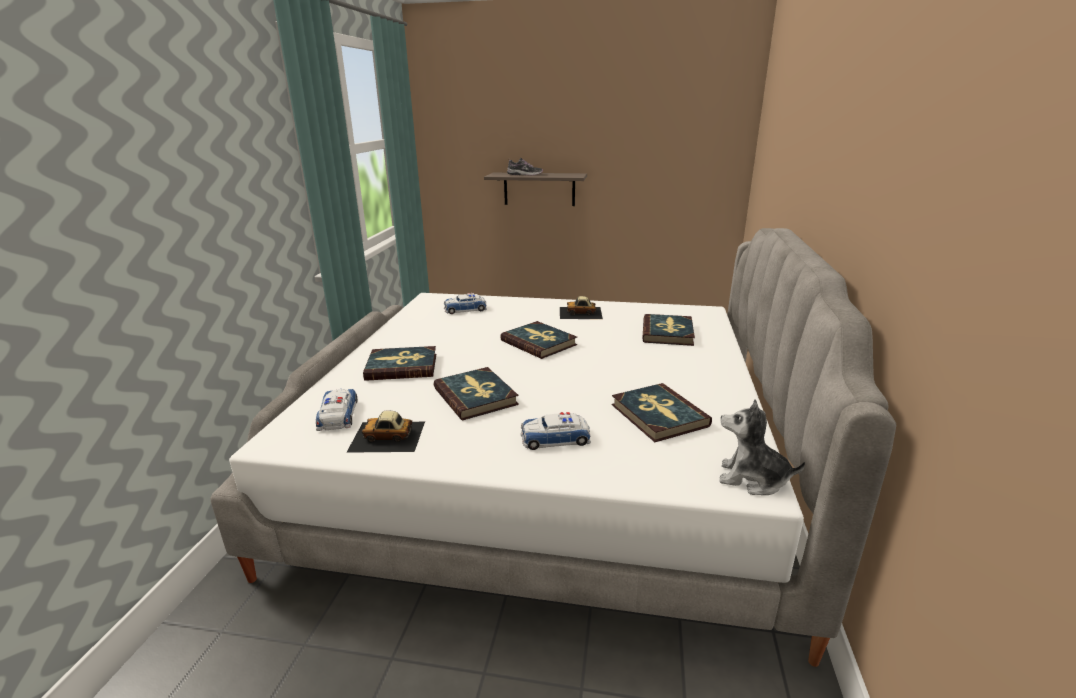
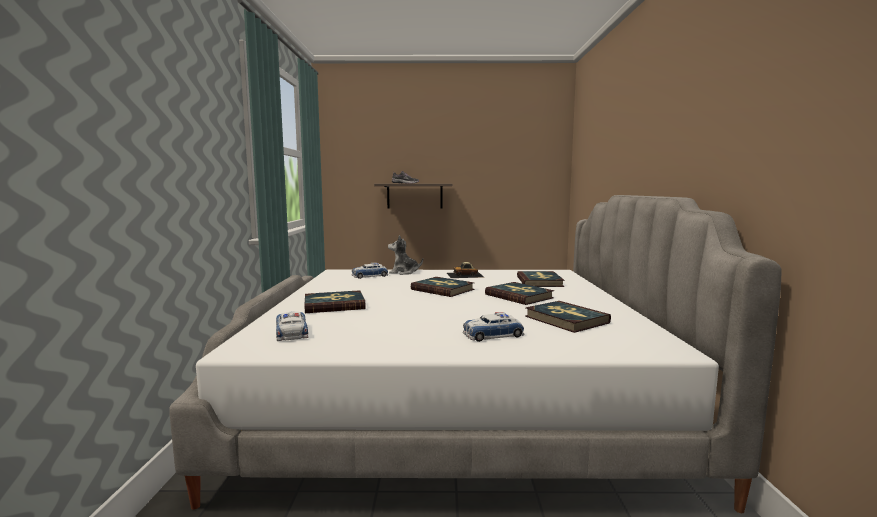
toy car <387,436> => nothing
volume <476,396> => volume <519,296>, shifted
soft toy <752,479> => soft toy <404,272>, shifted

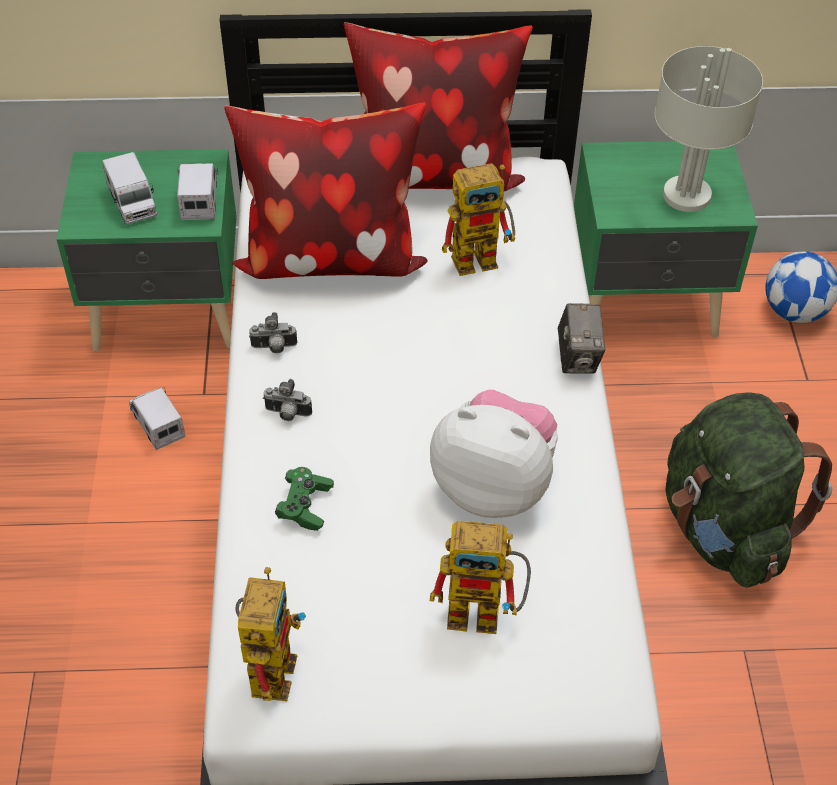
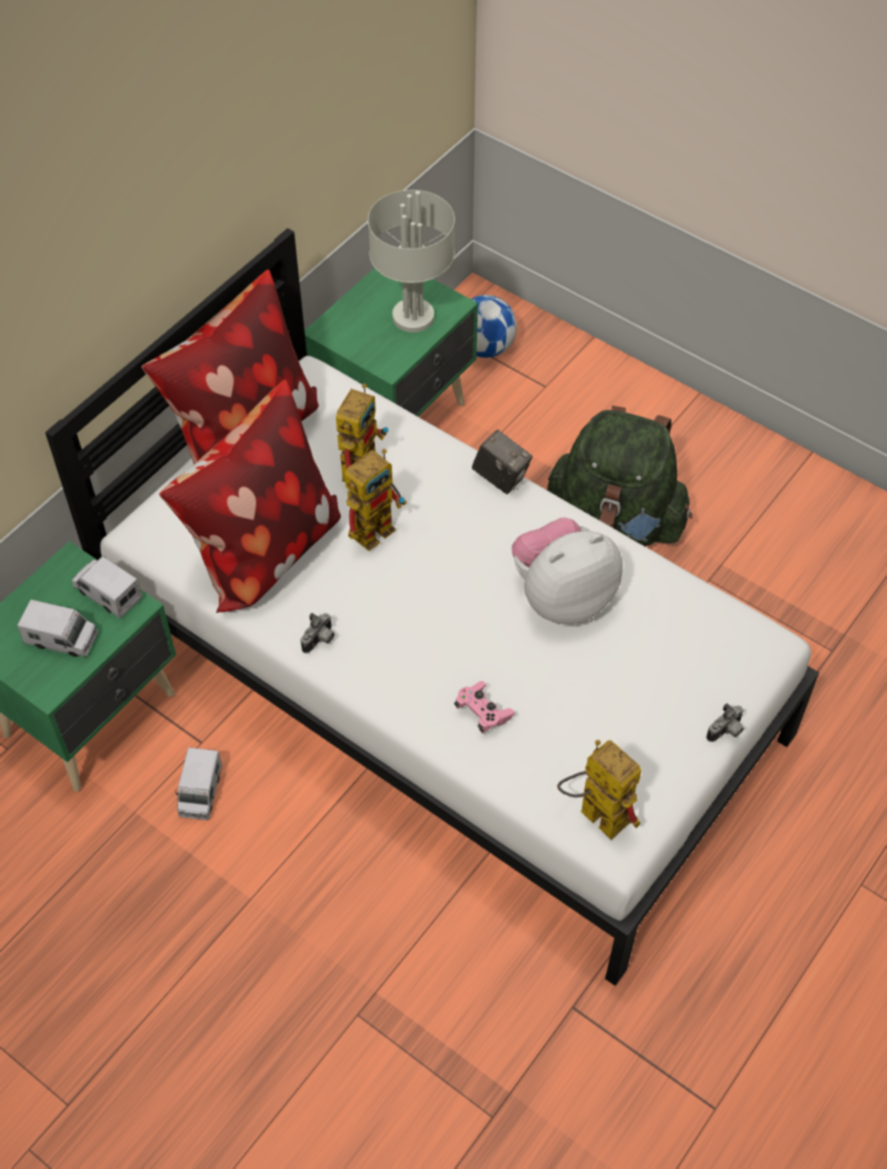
photo camera <287,414> => photo camera <726,732>, shifted
toy robot <486,612> => toy robot <377,525>, shifted
green joypad <305,505> => pink-coloured joypad <483,712>
toy lorry <158,424> => toy lorry <200,792>, 90 degrees counterclockwise

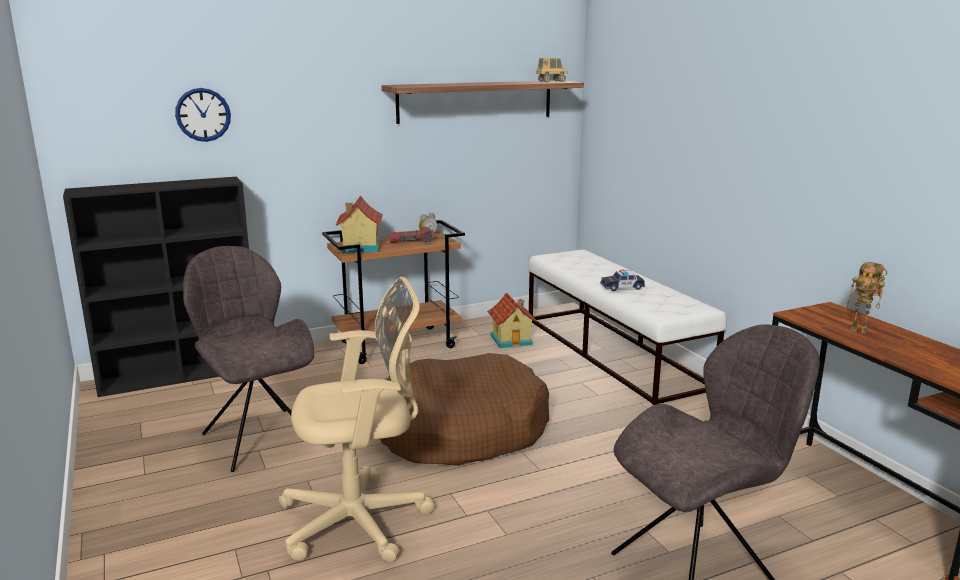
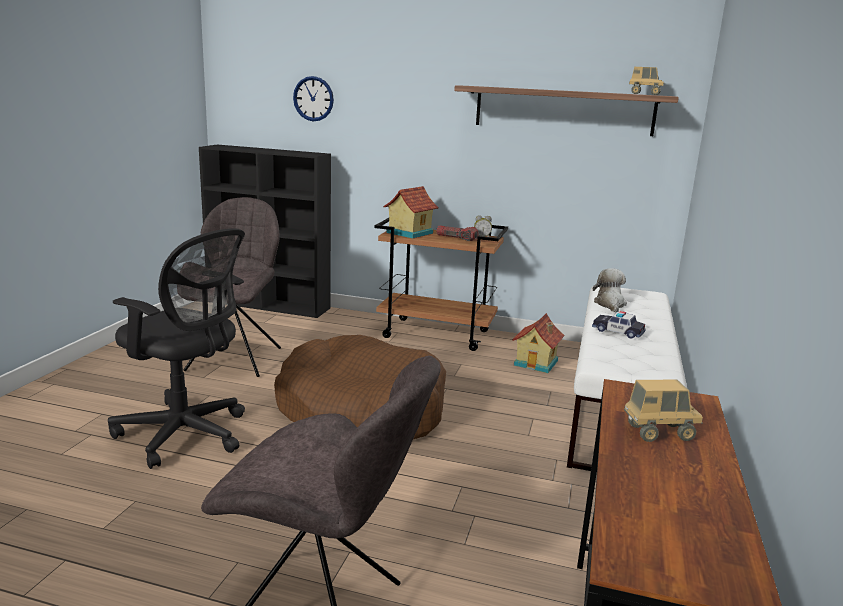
nothing => soft toy <610,304>
toy robot <860,331> => toy lorry <659,433>
beige computer chair <361,521> => black-coloured computer chair <186,435>

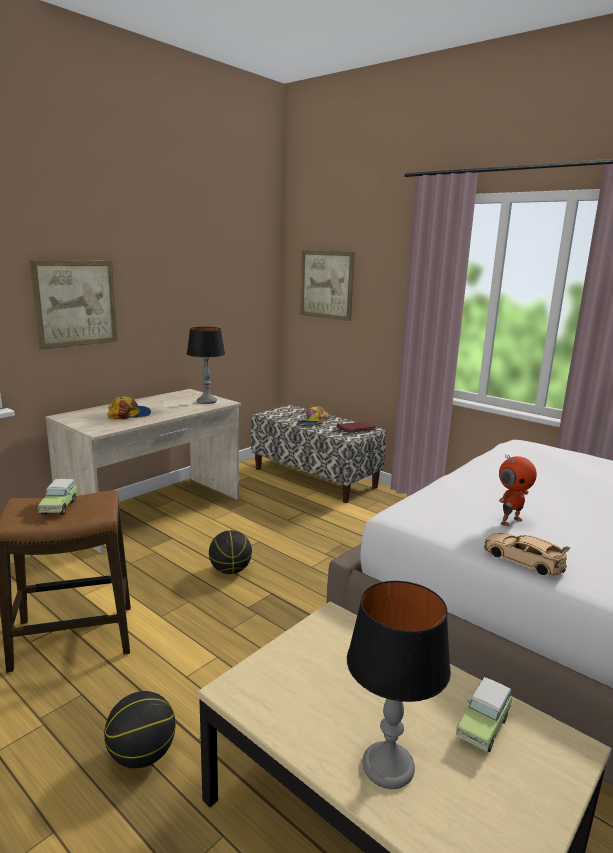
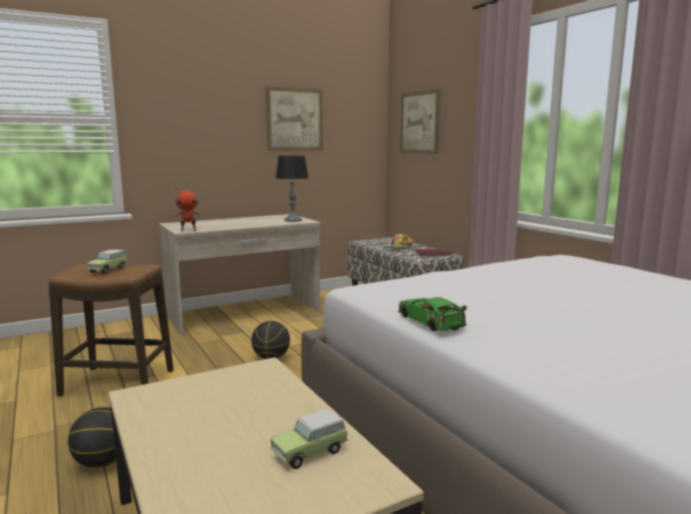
peaked cap <129,414> => nothing
tabletop lamp <388,766> => nothing
wall art <75,303> => wall art <295,119>, shifted
toy robot <510,521> => toy robot <188,230>, shifted
beige toy car <523,560> => green toy car <430,321>

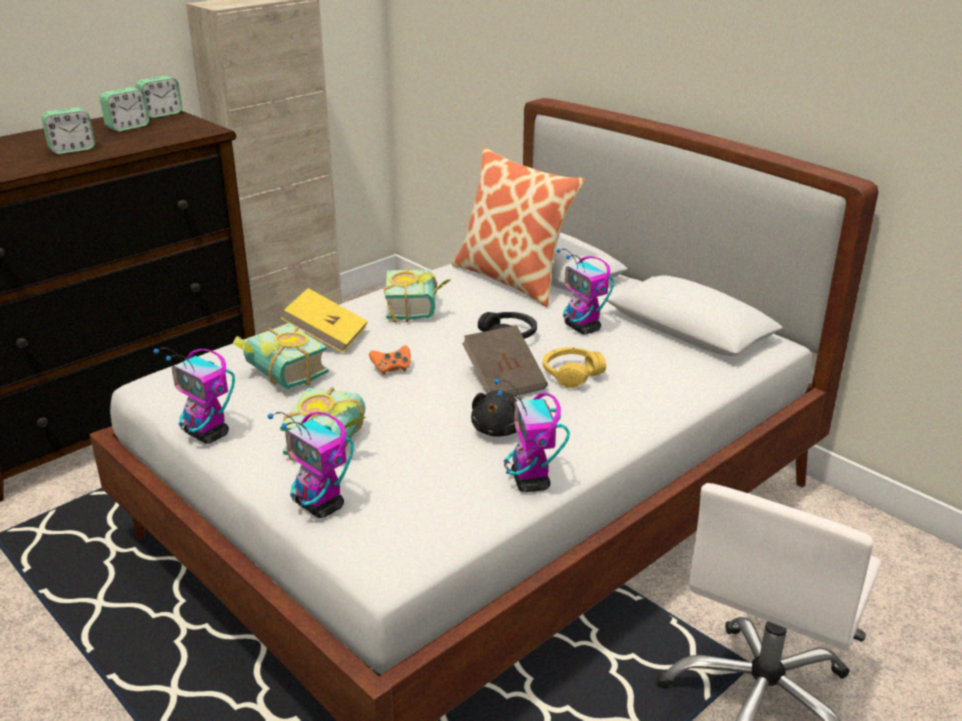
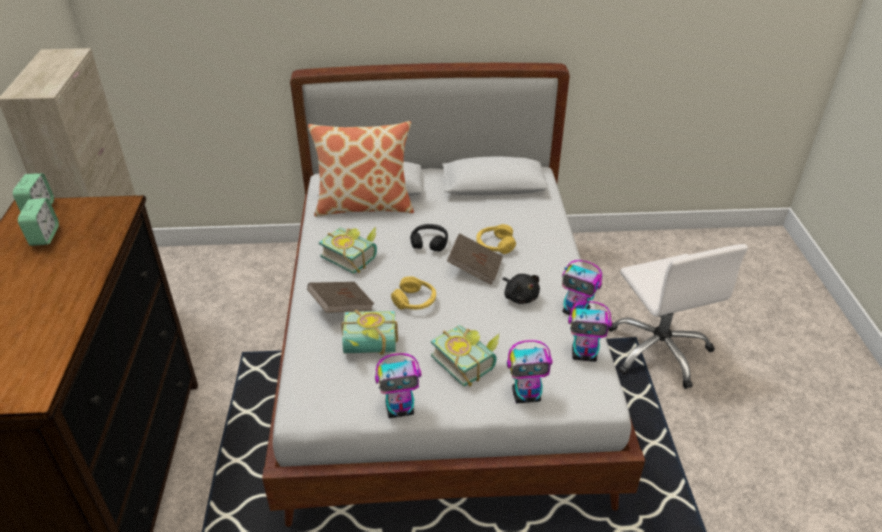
alarm clock <72,149> => nothing
toy robot <583,328> => toy robot <584,355>, shifted
orange-coloured joypad <391,368> => yellow headset <415,301>
yellow volume <326,336> => brownish volume <341,307>

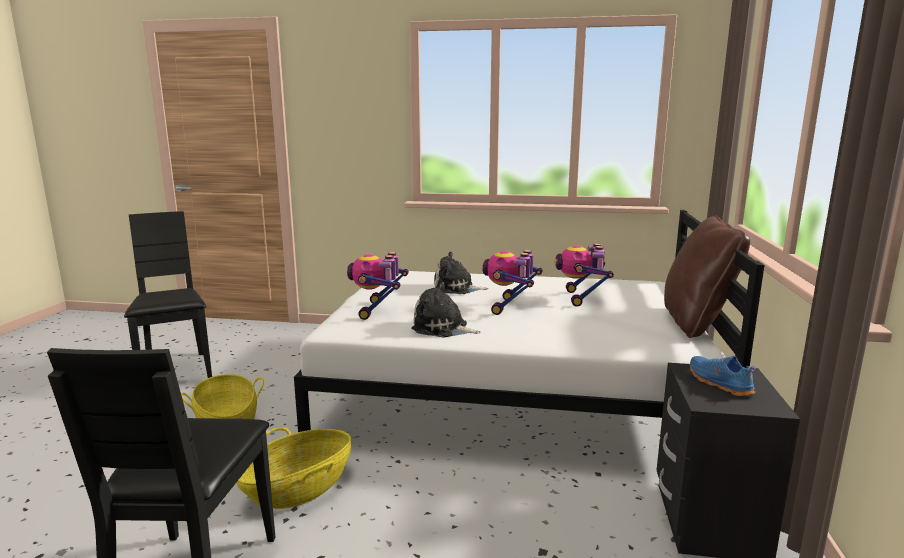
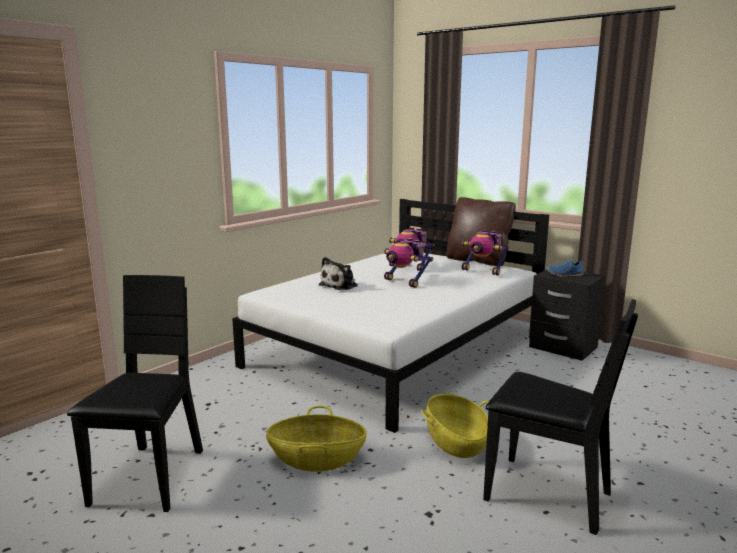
soft toy <442,328> => nothing
toy robot <378,310> => toy robot <483,271>, shifted
black-coloured upright chair <176,372> => black-coloured upright chair <150,478>, 90 degrees clockwise

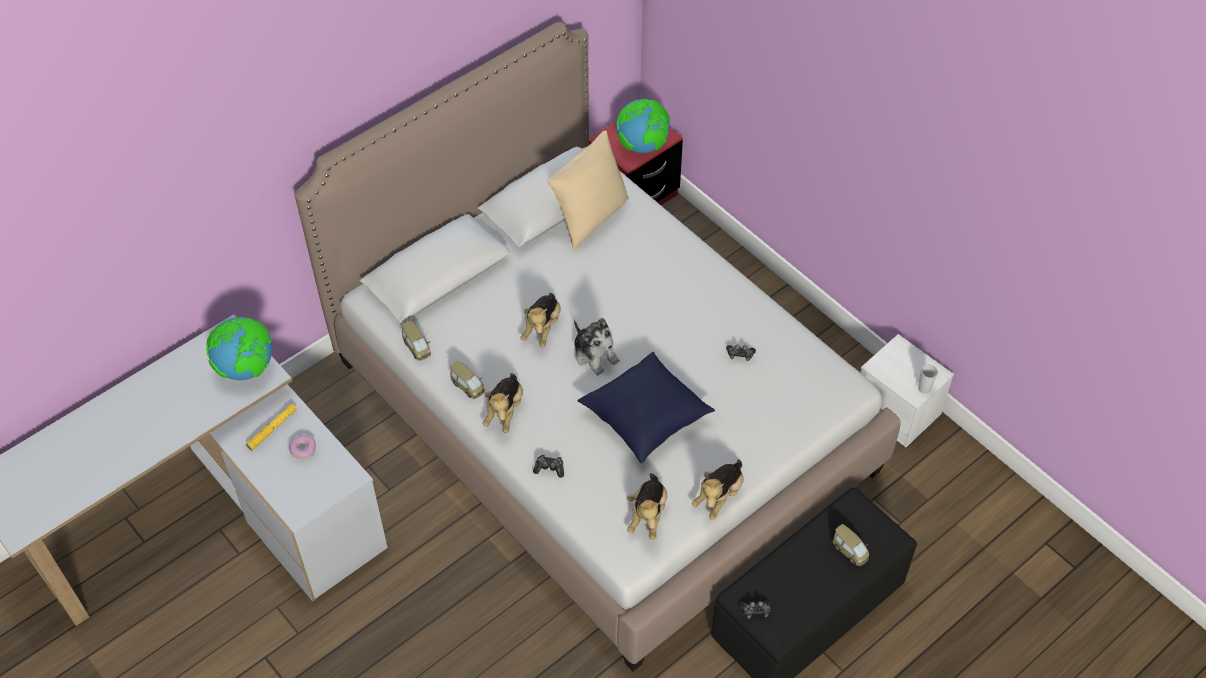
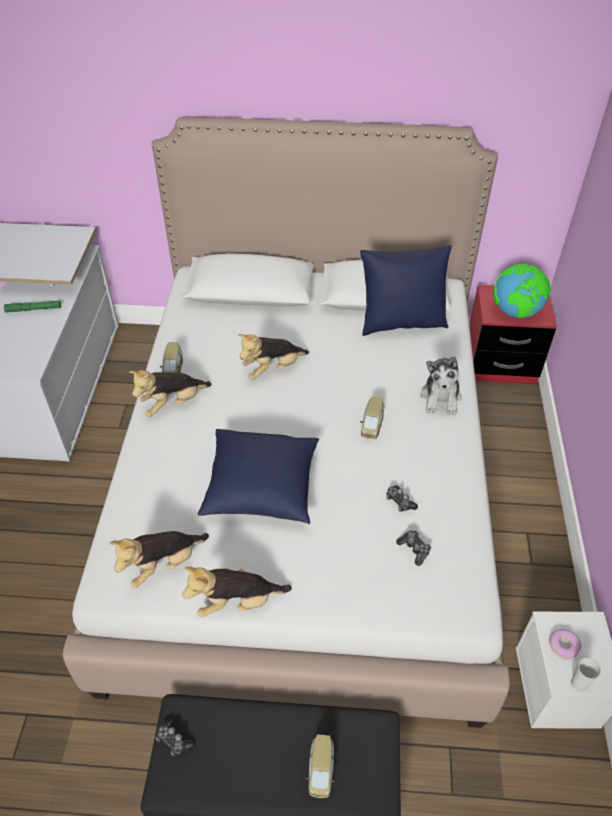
globe <247,368> => nothing
doughnut <303,449> => doughnut <563,646>, shifted
toy car <417,347> => toy car <371,426>, shifted
joypad <549,468> => joypad <414,549>, shifted
soft toy <595,354> => soft toy <441,398>, shifted
yellow flashlight <272,429> => green flashlight <33,309>
beige cushion <589,218> => blue-coloured cushion <401,323>

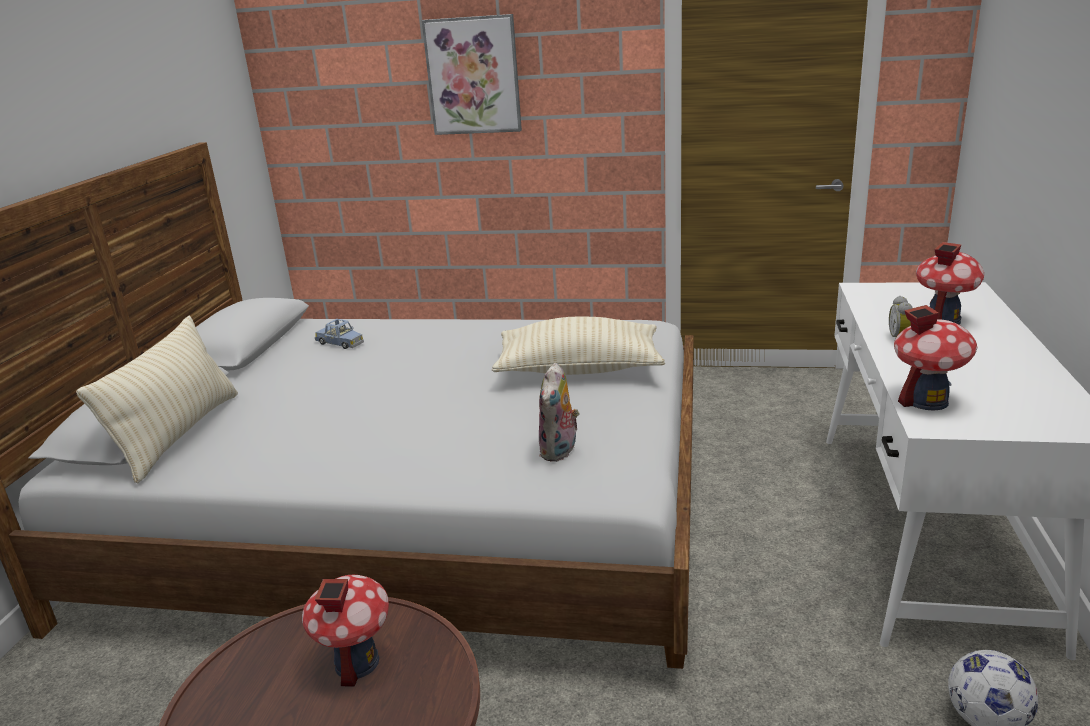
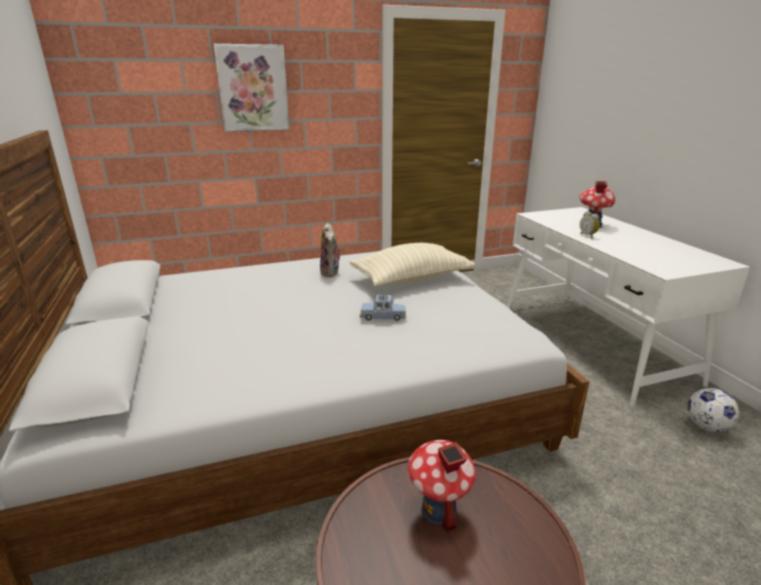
beige cushion <179,434> => nothing
miniature house <926,401> => nothing
blue-coloured toy car <340,343> => blue-coloured toy car <383,316>, shifted
soft toy <560,451> => soft toy <331,272>, shifted

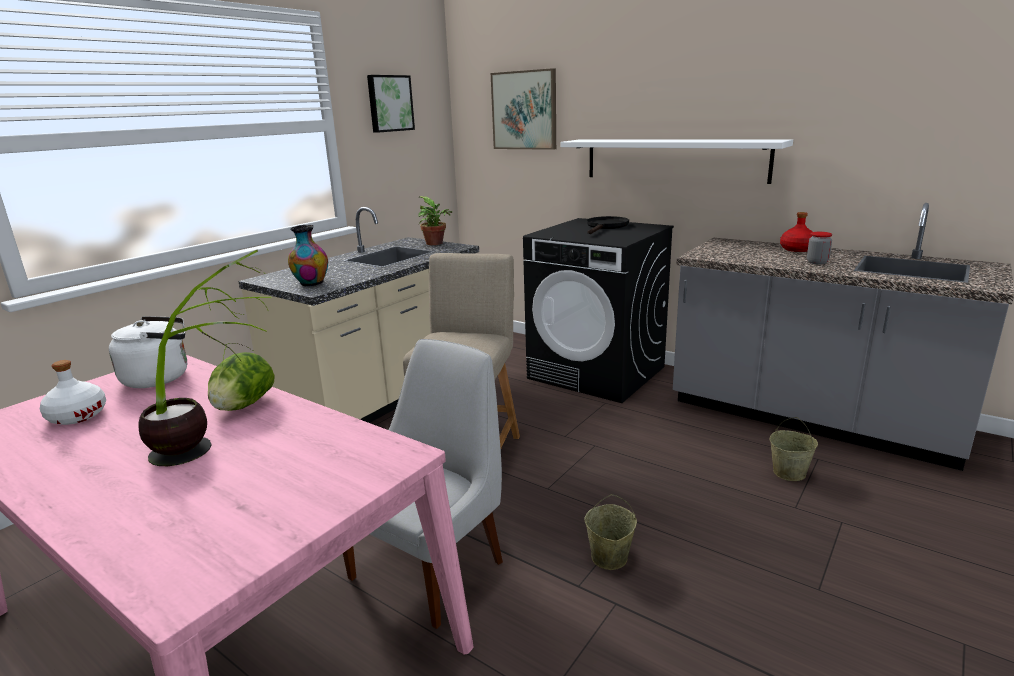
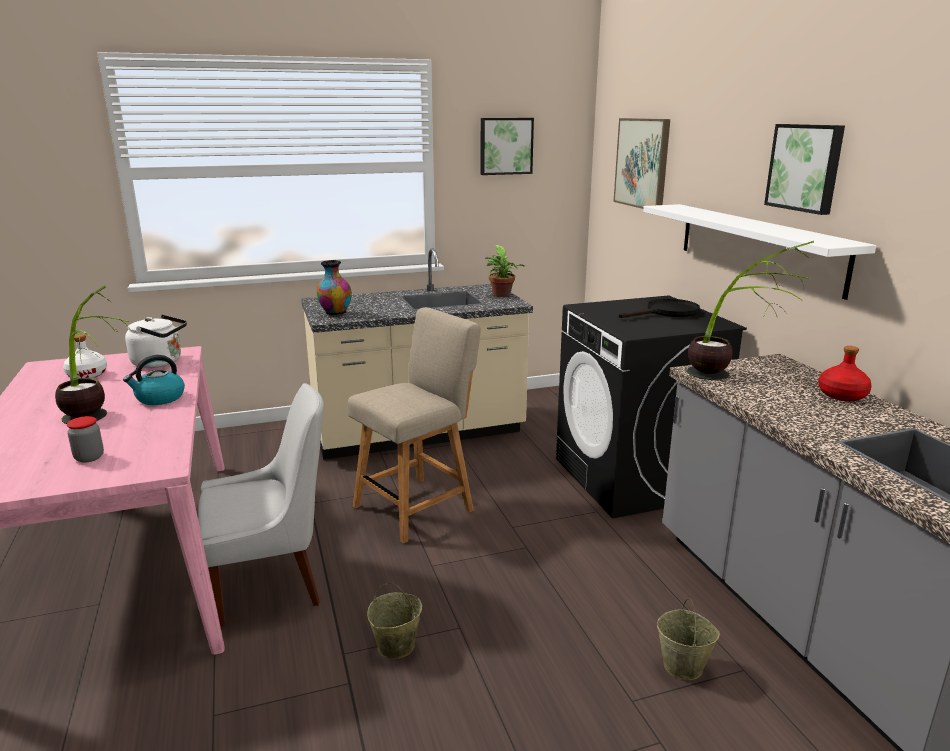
nothing => potted plant <731,379>
nothing => wall art <806,167>
jar <817,262> => jar <89,457>, shifted
lettuce <244,406> => kettle <159,398>

